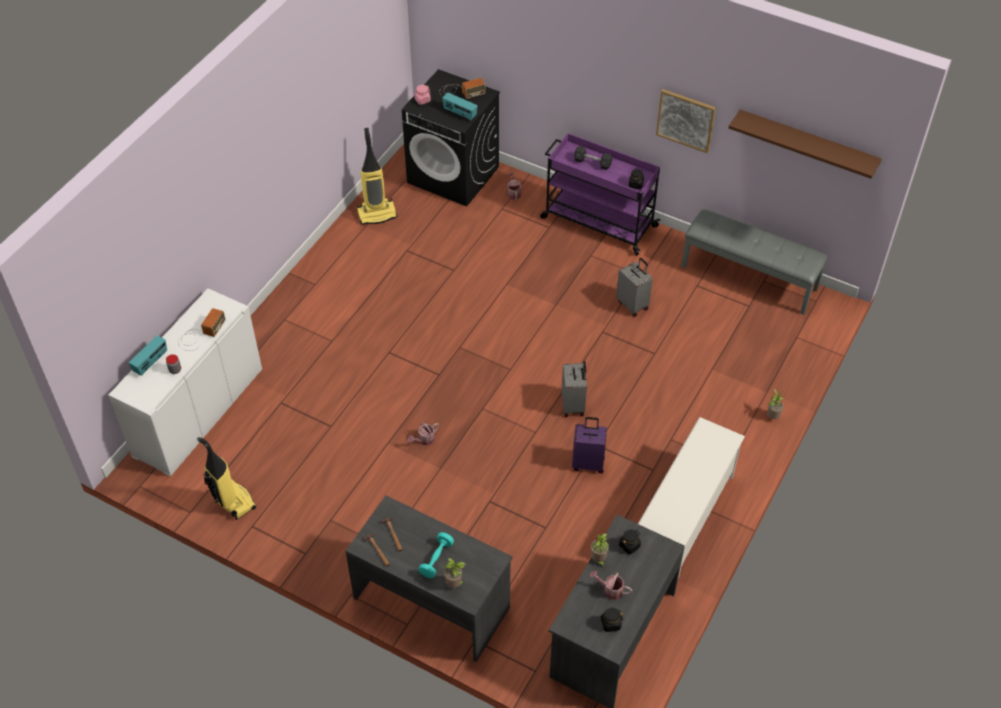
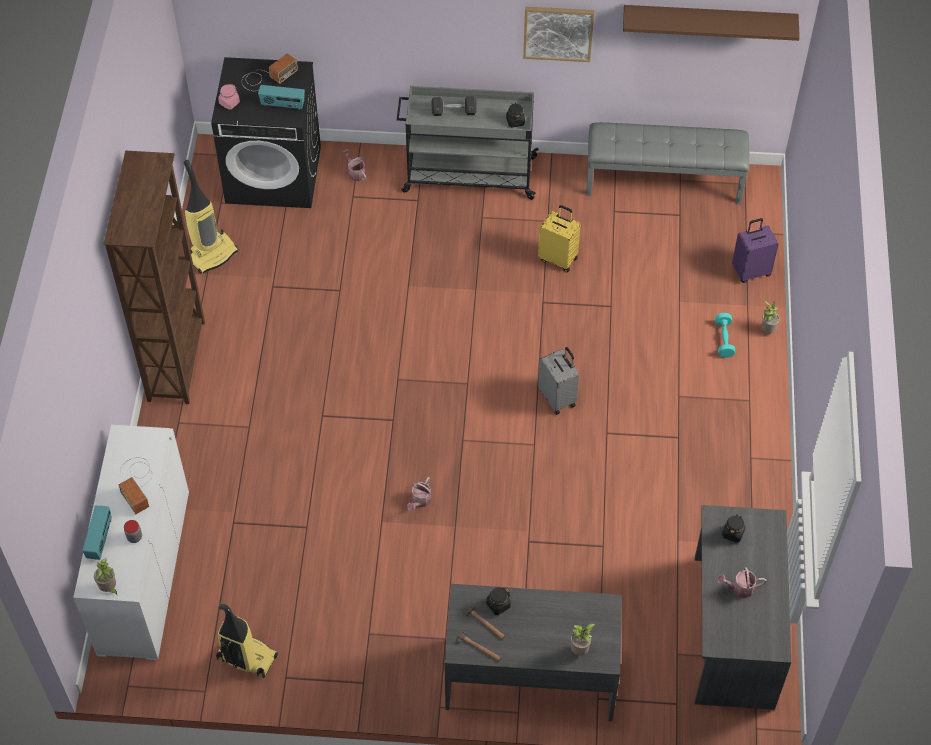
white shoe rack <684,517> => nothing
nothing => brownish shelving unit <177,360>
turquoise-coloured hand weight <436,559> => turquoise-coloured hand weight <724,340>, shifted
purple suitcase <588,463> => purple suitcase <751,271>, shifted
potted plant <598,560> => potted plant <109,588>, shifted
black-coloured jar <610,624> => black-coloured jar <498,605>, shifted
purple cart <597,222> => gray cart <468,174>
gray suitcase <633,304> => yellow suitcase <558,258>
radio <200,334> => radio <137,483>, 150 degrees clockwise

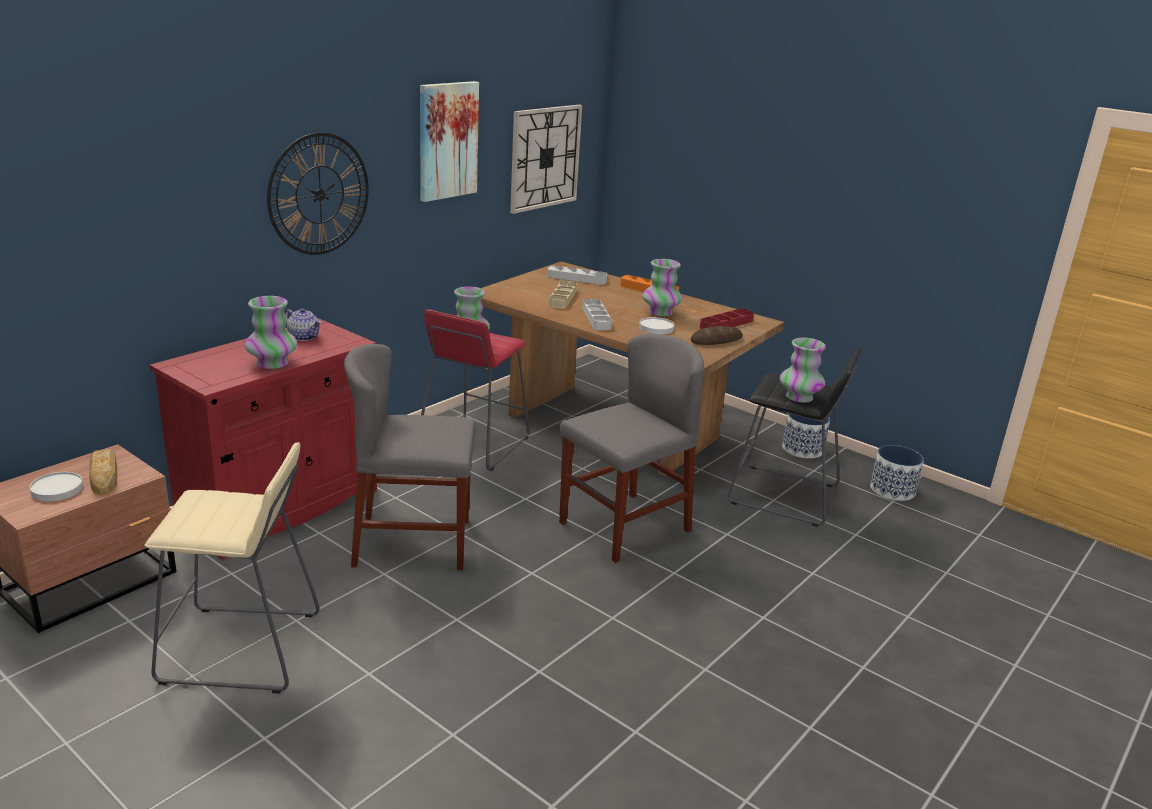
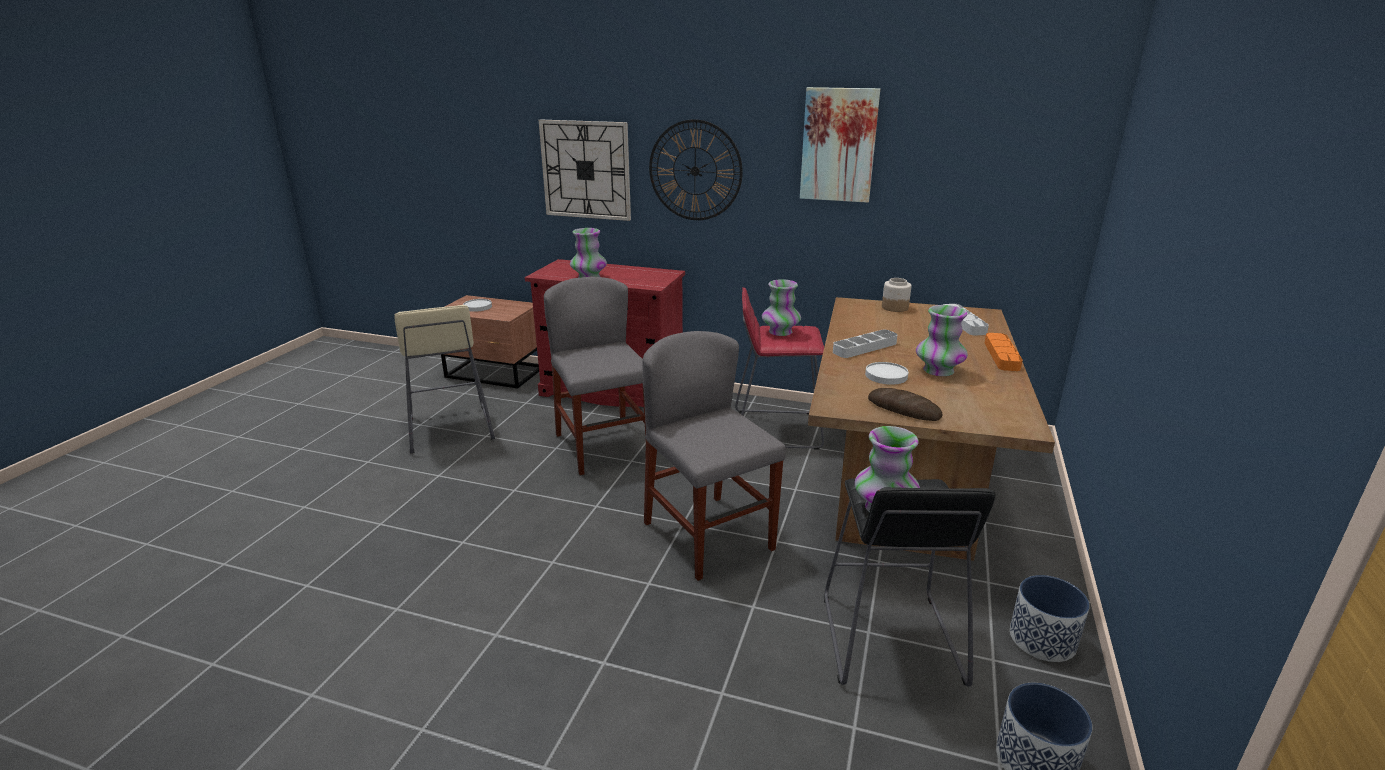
bakery bread <104,476> => nothing
pot for tea <304,337> => nothing
beige carrying tray <563,298> => nothing
reddish carrying tray <726,324> => nothing
nothing => jar <894,307>
clock on the wall <545,157> => clock on the wall <586,170>, shifted
gray upright chair <624,527> => gray upright chair <708,536>, 150 degrees counterclockwise

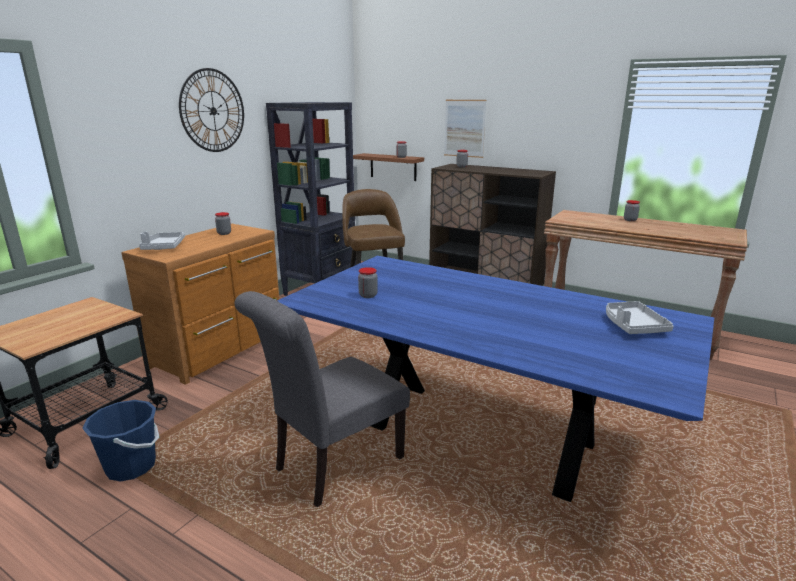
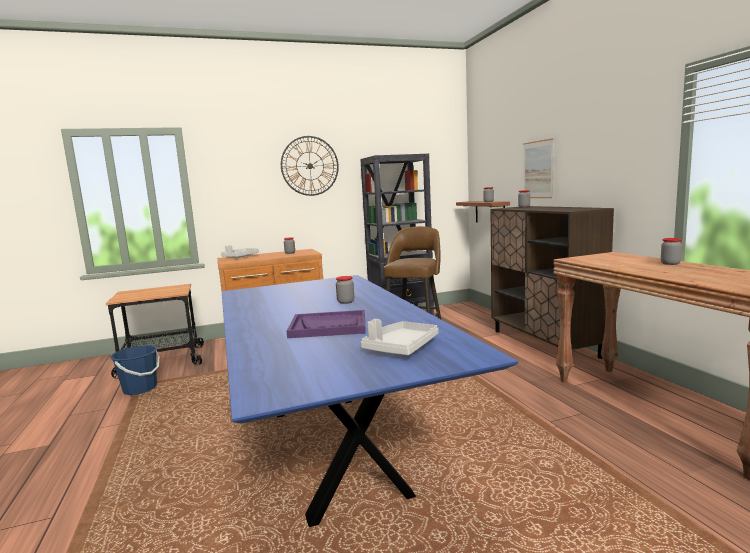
gray upright chair <332,467> => nothing
nothing => purple carrying tray <328,326>
jar <368,295> => jar <345,302>, shifted

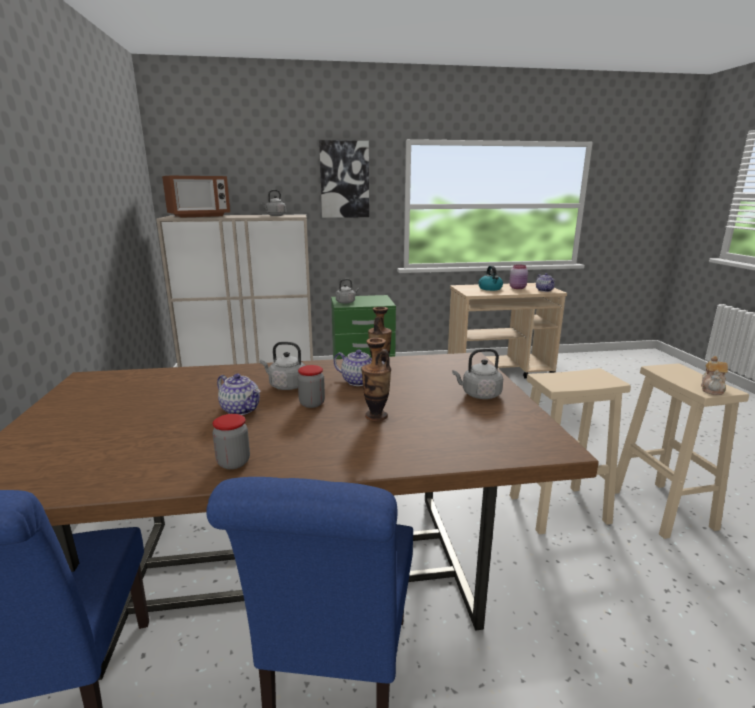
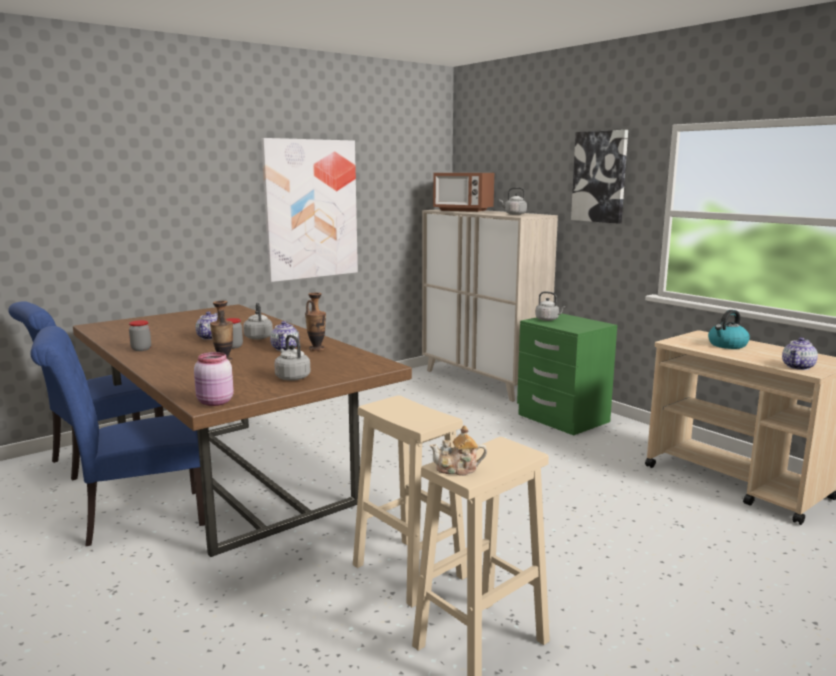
nothing => wall art <311,209>
pink-coloured jar <518,288> => pink-coloured jar <215,402>, shifted

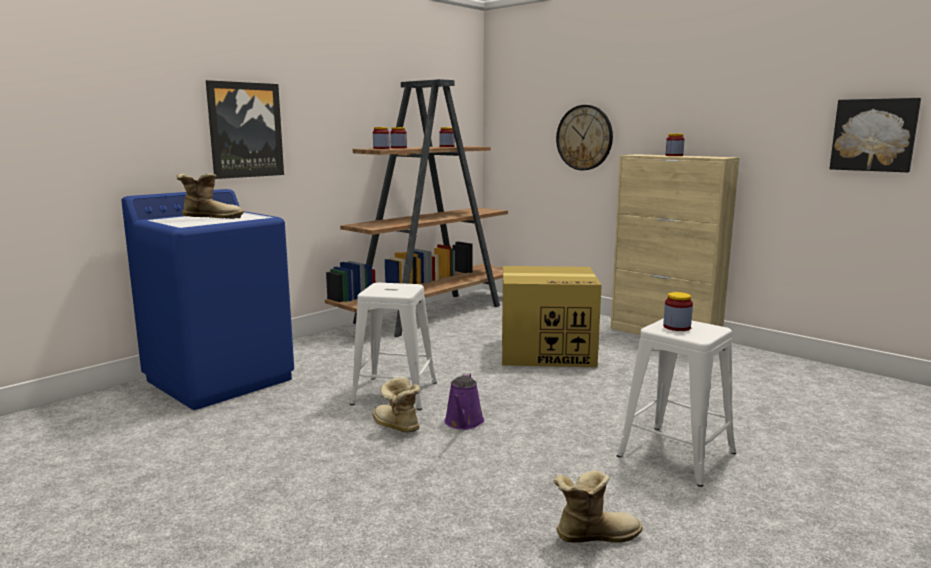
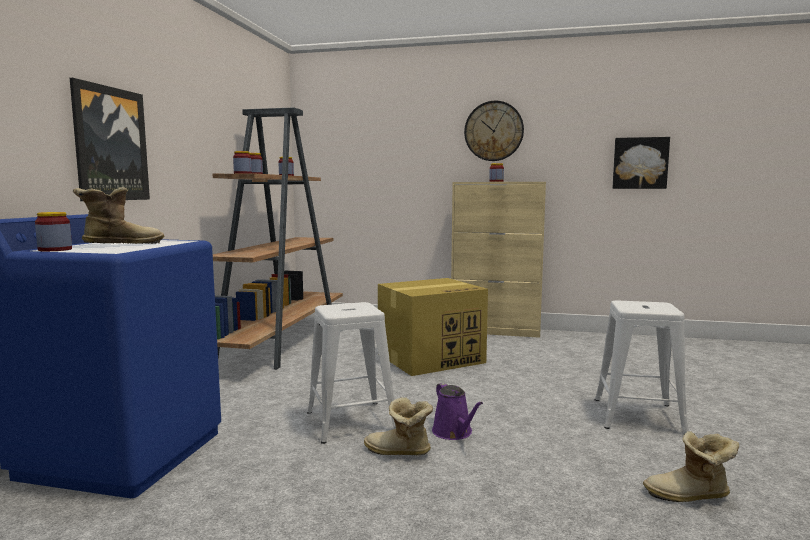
clock on the wall <584,137> => clock on the wall <493,131>, shifted
jar <676,327> => jar <55,249>, shifted
high-top boot <594,534> => high-top boot <690,496>, 135 degrees counterclockwise

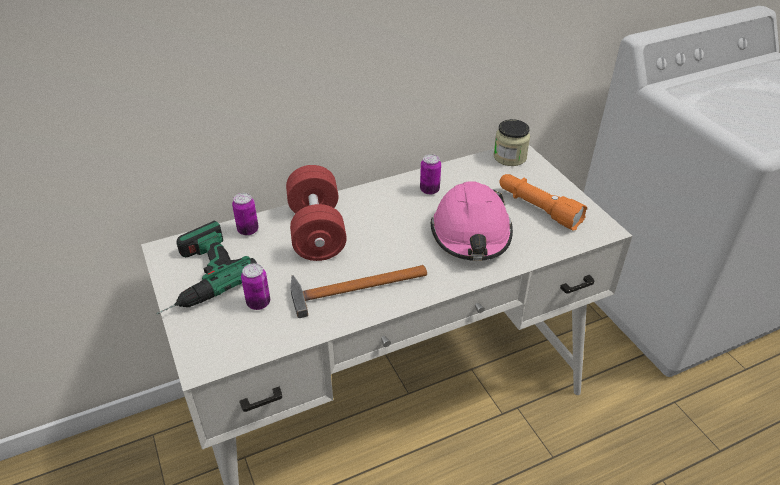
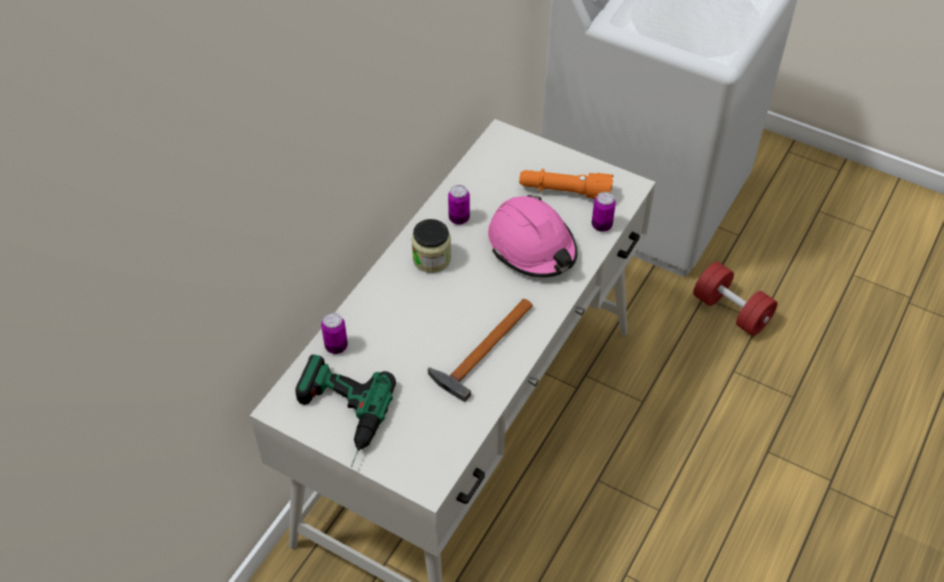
can <258,303> => can <601,225>, shifted
reddish hand weight <317,231> => reddish hand weight <731,311>, shifted
jar <509,157> => jar <432,259>, shifted

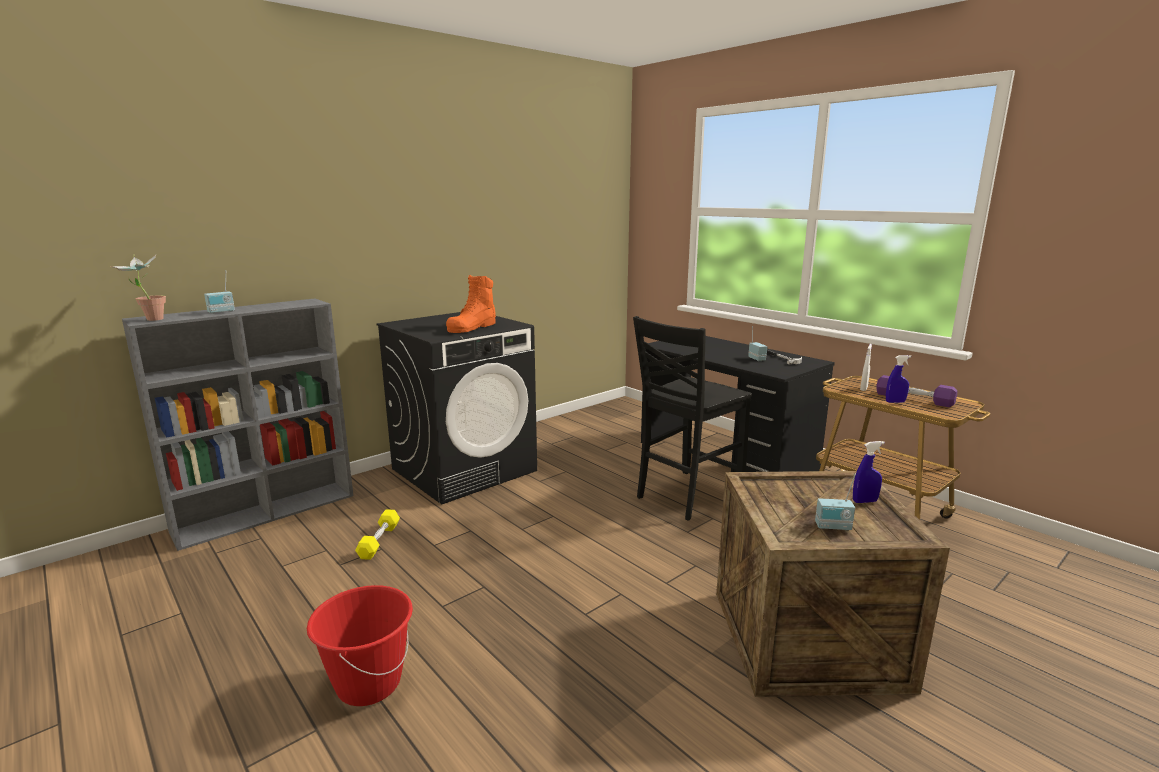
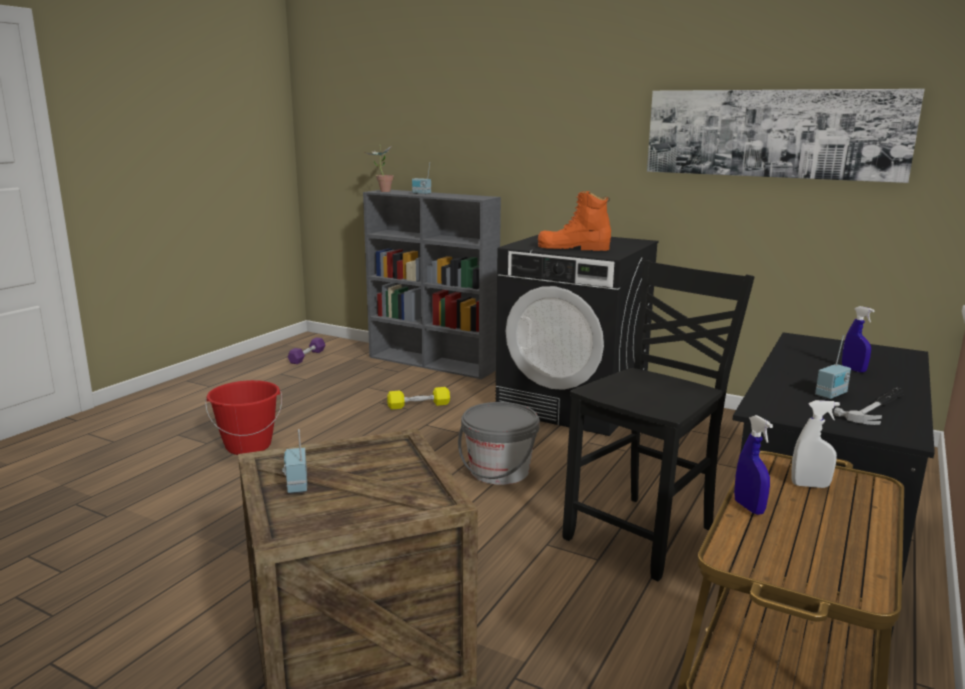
nothing => gray pail <499,471>
nothing => wall art <773,133>
blue-coloured spray bottle <865,501> => blue-coloured spray bottle <853,369>, shifted
purple hand weight <913,399> => purple hand weight <307,357>, shifted
black-coloured upright chair <686,495> => black-coloured upright chair <644,534>, 105 degrees clockwise

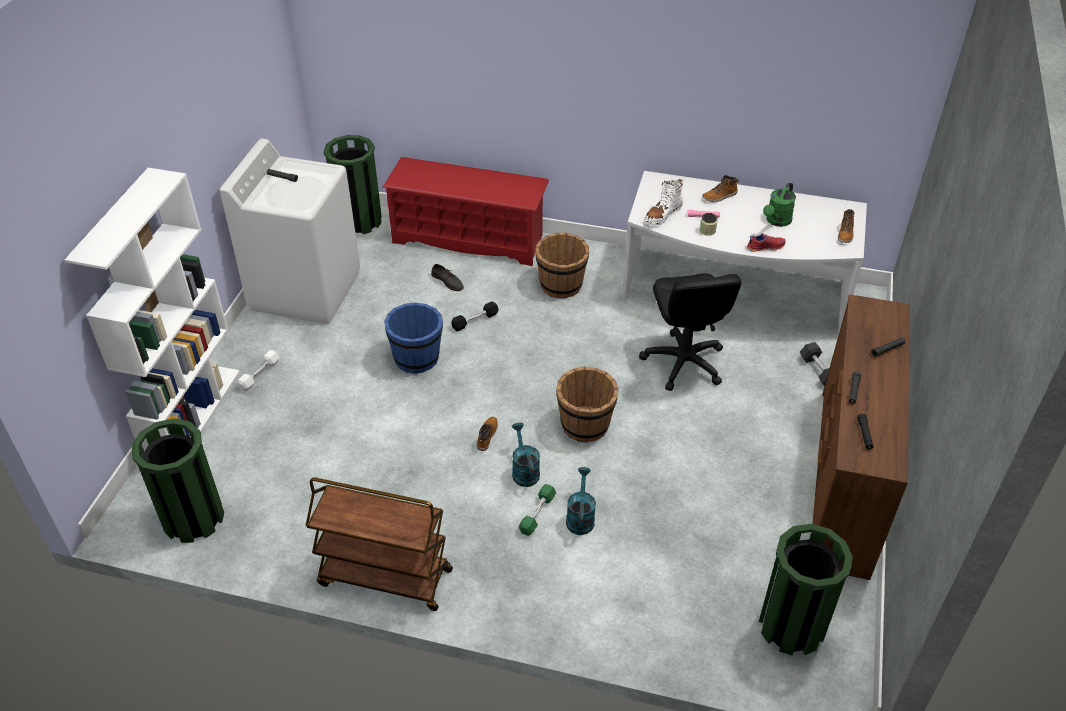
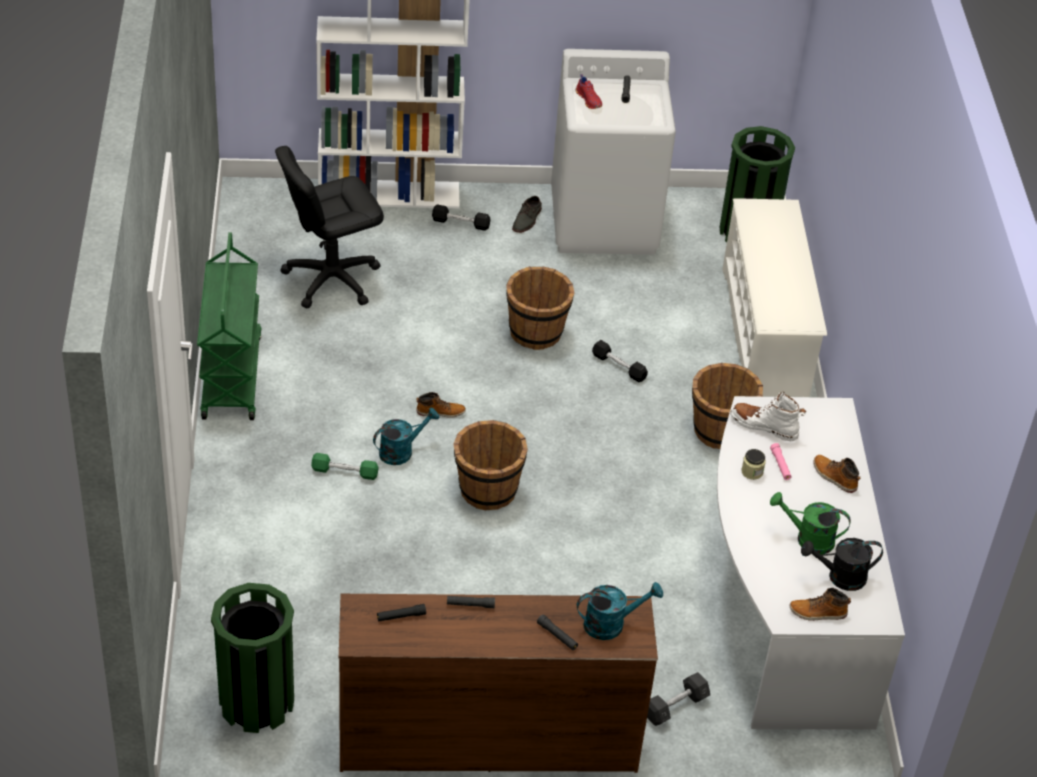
green waste bin <193,518> => nothing
nothing => black-coloured sprinkling can <840,577>
gray item of footwear <447,281> => gray item of footwear <527,219>, shifted
turquoise-coloured sprinkling can <580,517> => turquoise-coloured sprinkling can <611,623>, shifted
black-coloured computer chair <683,362> => black-coloured computer chair <331,279>, shifted
reddish item of footwear <765,247> => reddish item of footwear <589,100>, shifted
white hand weight <259,375> => black-coloured hand weight <460,223>
brownish cart <384,578> => green cart <231,376>
reddish shoe rack <469,239> => white shoe rack <765,332>
blue-coloured pail <417,358> => brownish pail <536,332>

